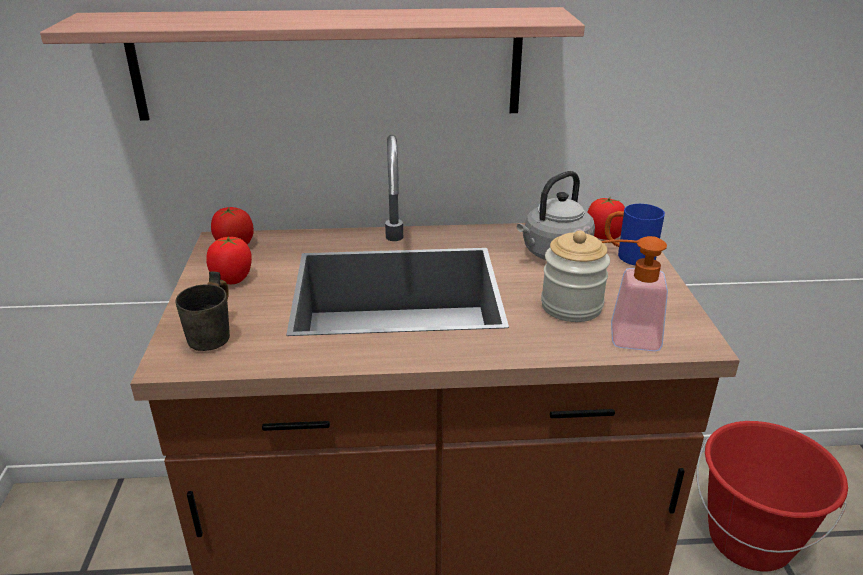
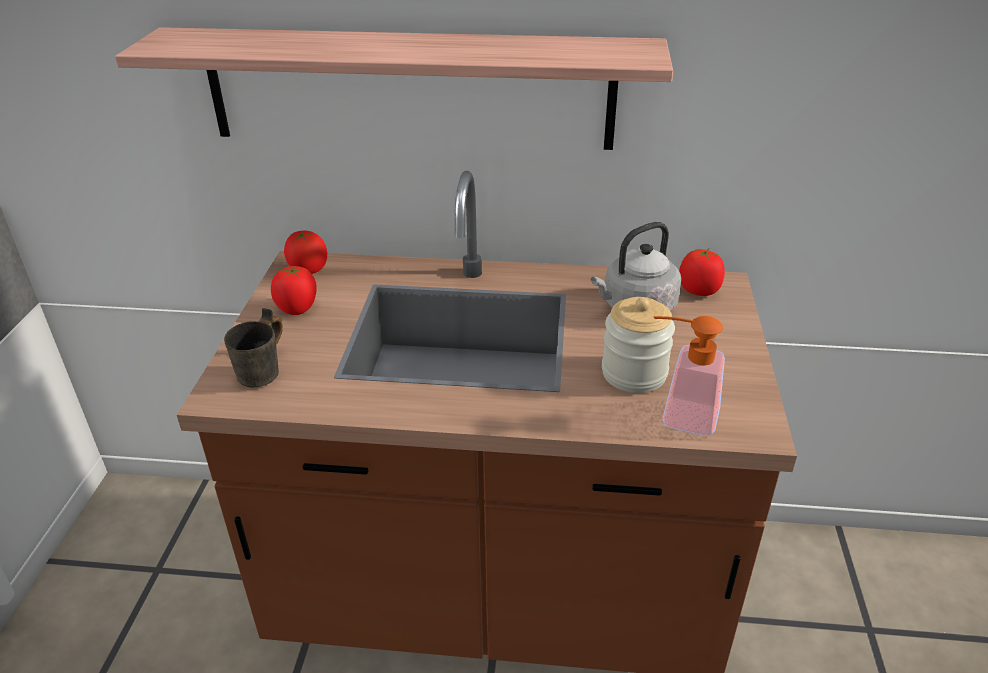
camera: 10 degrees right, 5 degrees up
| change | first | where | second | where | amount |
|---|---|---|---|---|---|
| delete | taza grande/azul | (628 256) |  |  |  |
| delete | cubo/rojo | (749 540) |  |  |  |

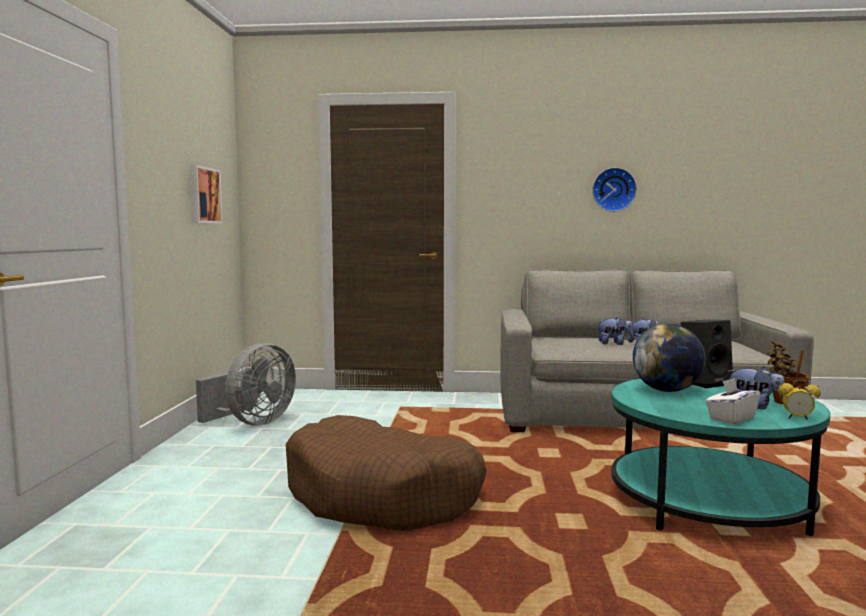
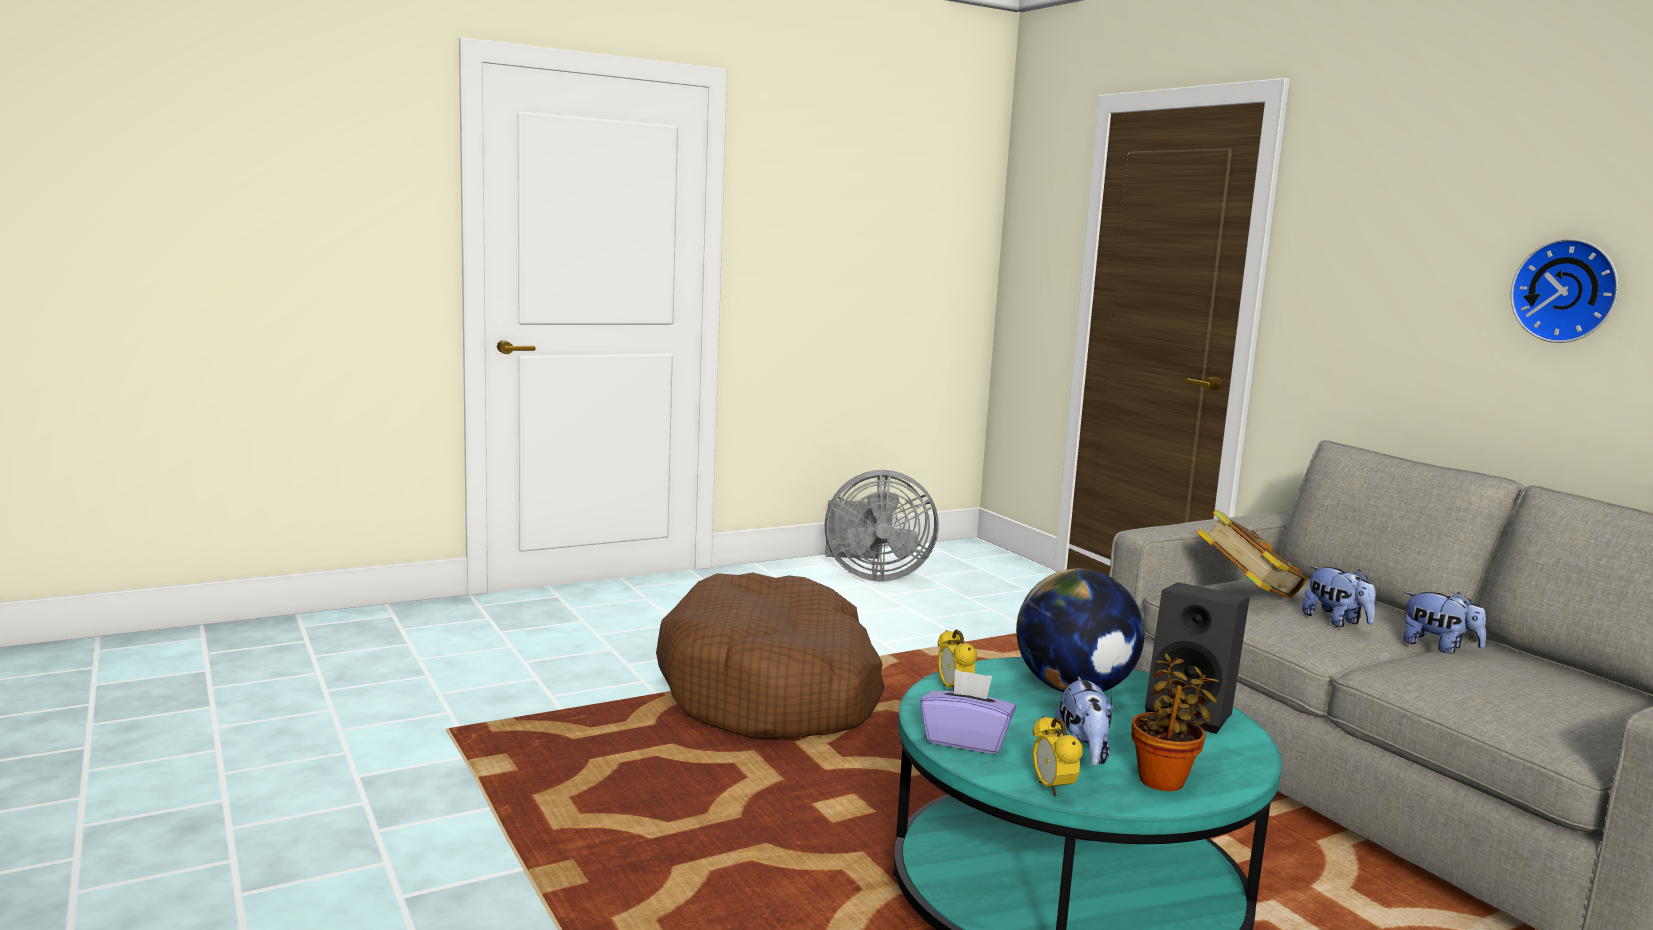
camera: 55 degrees right, 5 degrees up
| change | first | where | second | where | amount |
|---|---|---|---|---|---|
| delete | cuadro | (203 195) |  |  |  |
| insert |  |  | despertador | (953 690) |  |
| insert |  |  | libro | (1246 593) |  |
| recolor | caja de pañuelos/blanco | (731 418) | caja de pañuelos/morado | (966 740) |  |

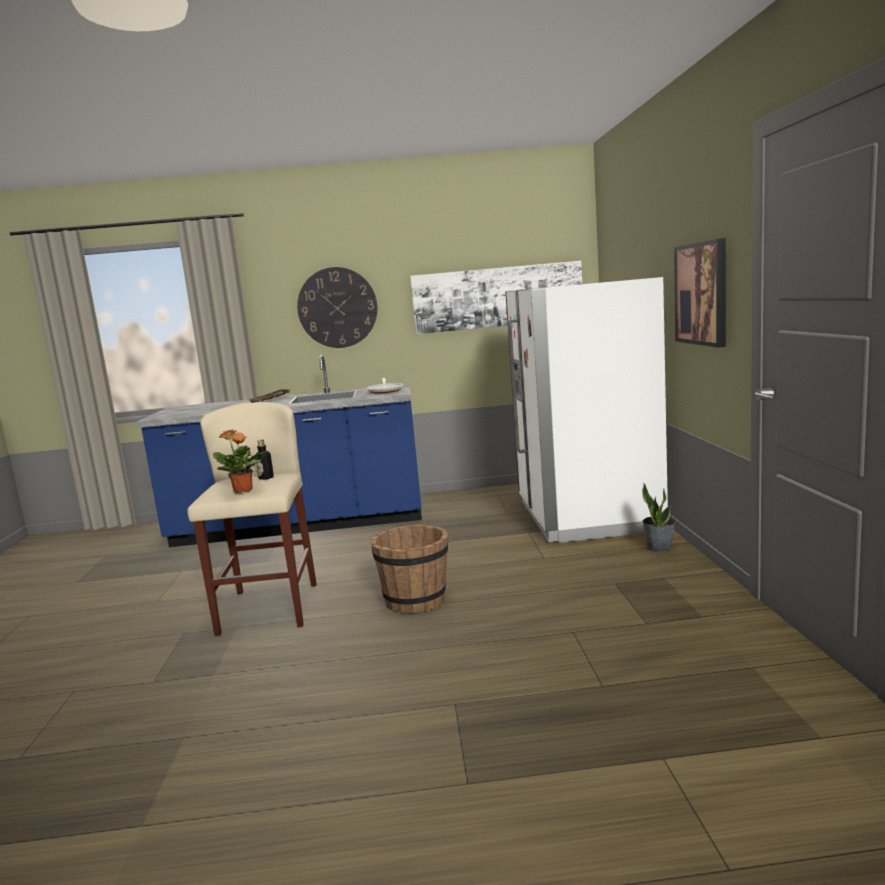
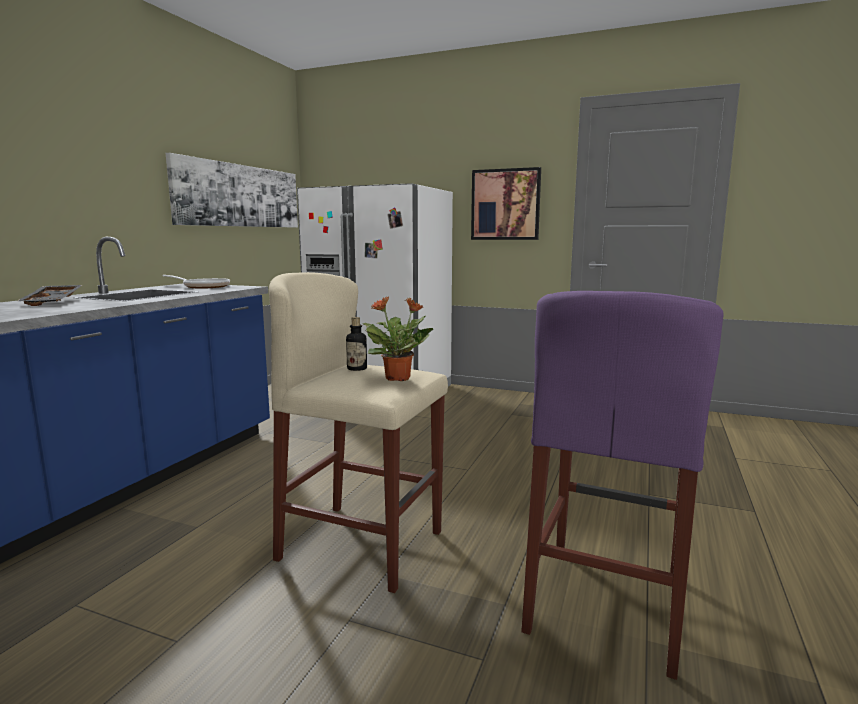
camera: 65 degrees left, 0 degrees up
| change | first | where | second | where | amount |
|---|---|---|---|---|---|
| delete | reloj de pared | (337 307) |  |  |  |
| delete | cubo/marrón | (415 600) |  |  |  |
| delete | planta en maceta | (659 548) |  |  |  |
| insert |  |  | taburete/morado | (606 602) |  |

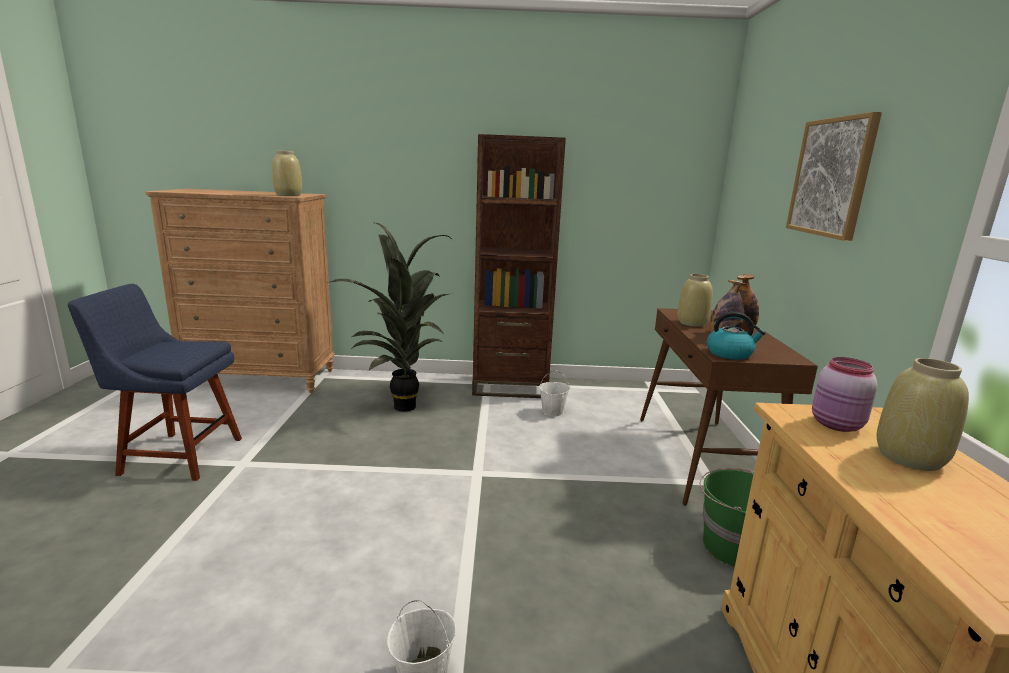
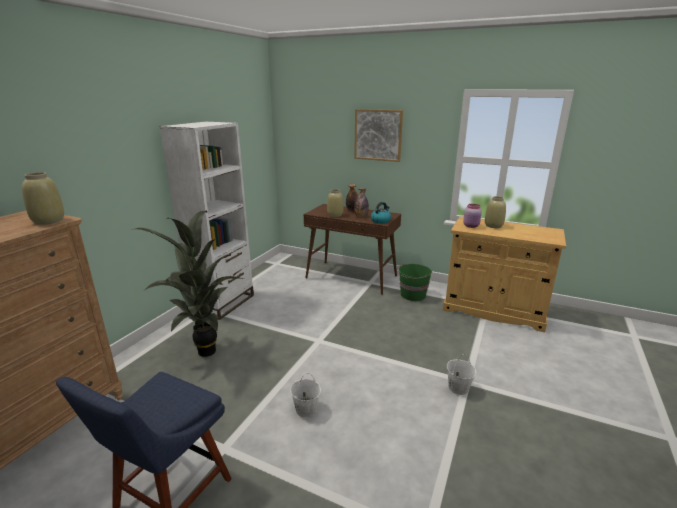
camera: 65 degrees left, 5 degrees up
| change | first | where | second | where | amount |
|---|---|---|---|---|---|
| move | cubo/blanco | (553 411) |  | (305 409) |  |
| recolor | estantería/marrón | (510 387) | estantería/blanco | (223 303) |  |

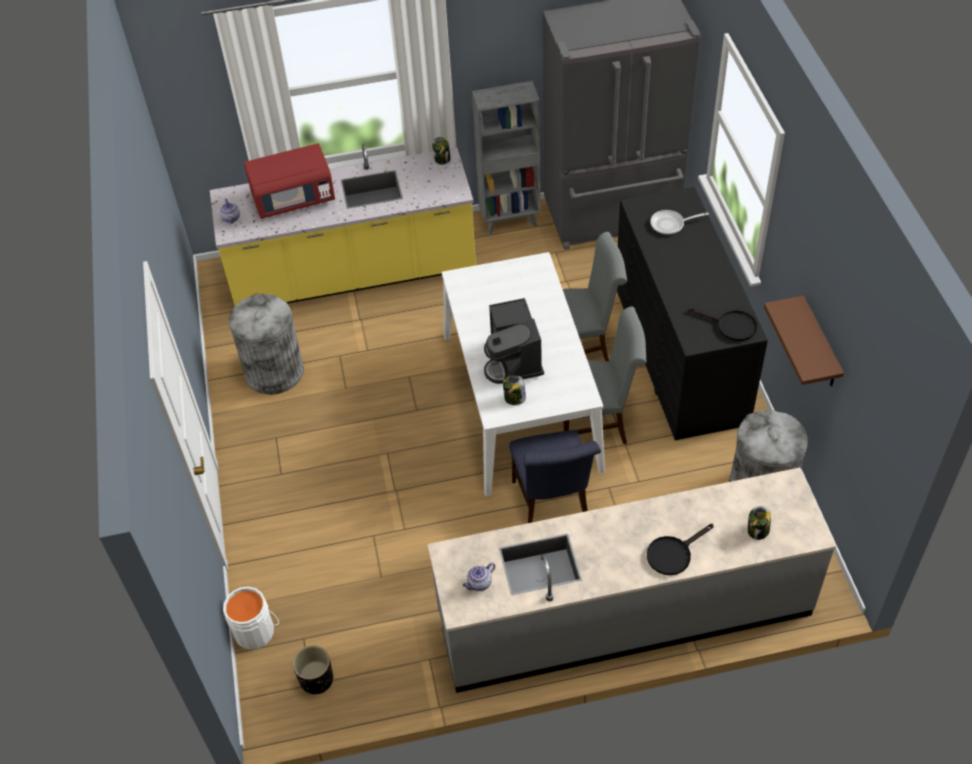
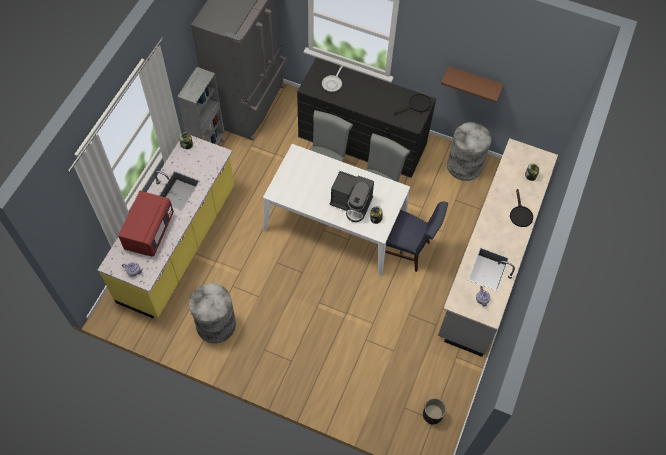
camera: 60 degrees left, 10 degrees up
| change | first | where | second | where | amount |
|---|---|---|---|---|---|
| delete | cubo/blanco | (256 630) |  |  |  |

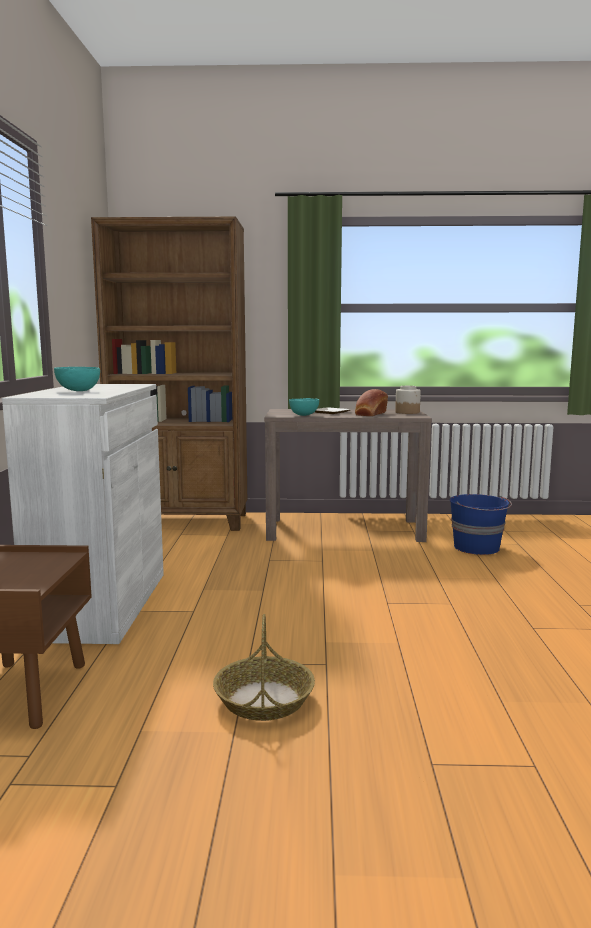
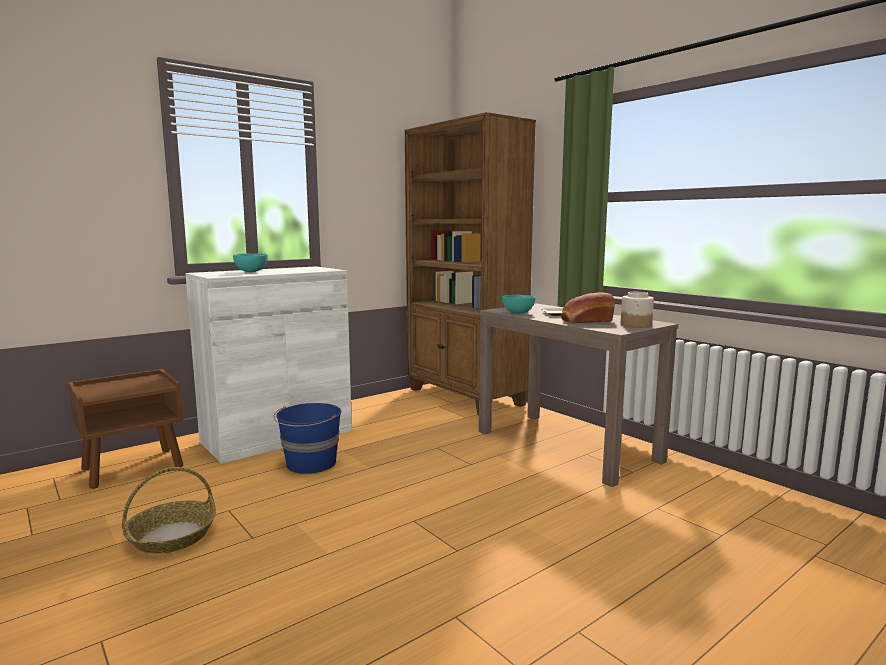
camera: 50 degrees right, 0 degrees up
| change | first | where | second | where | amount |
|---|---|---|---|---|---|
| move | cubo/azul | (477 548) |  | (311 464) |  |

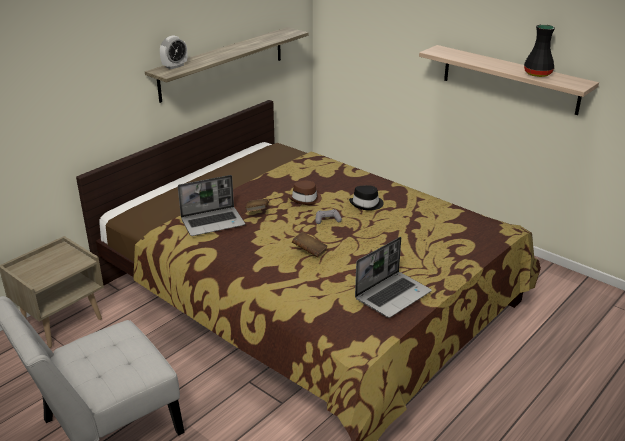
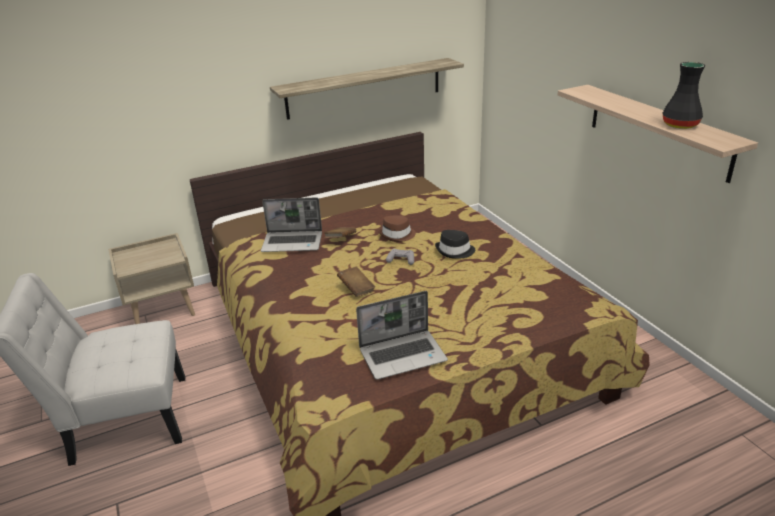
camera: 25 degrees right, 0 degrees up
| change | first | where | second | where | amount |
|---|---|---|---|---|---|
| delete | despertador | (175 66) |  |  |  |

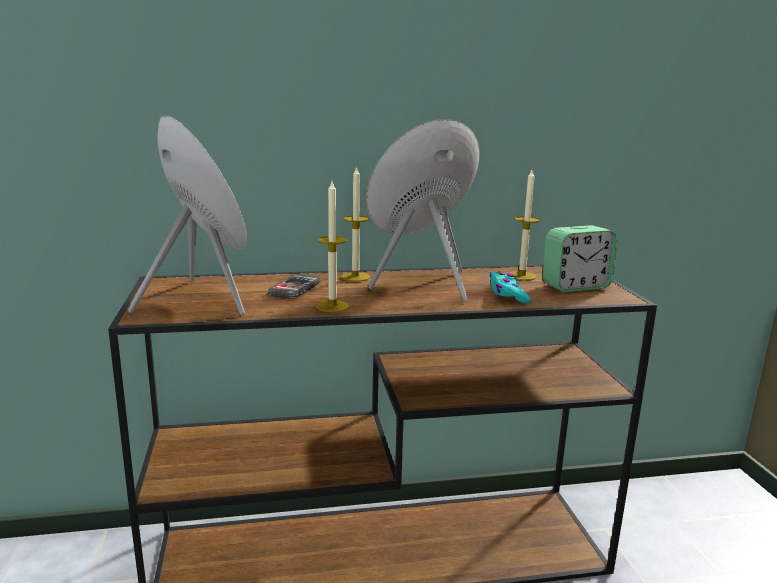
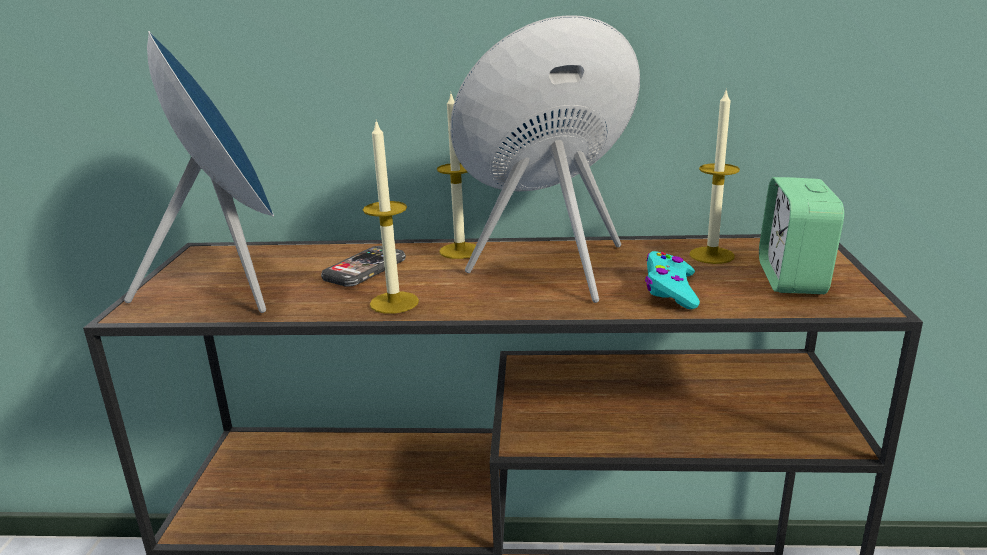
camera: 15 degrees right, 5 degrees up
| change | first | where | second | where | amount |
|---|---|---|---|---|---|
| rotate | despertador | (575 286) |  | (792 278) | 105 degrees clockwise |

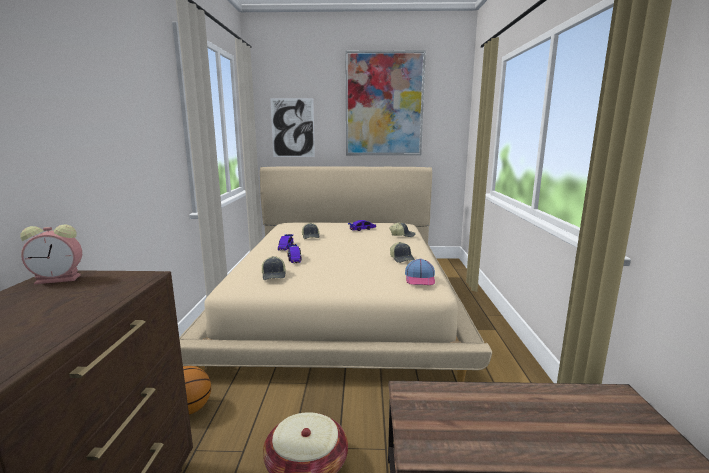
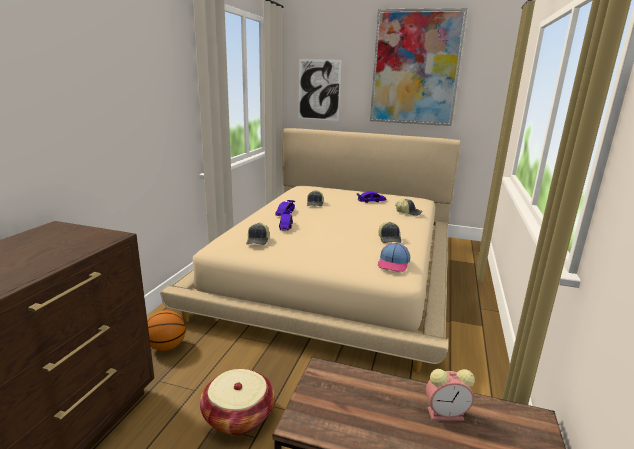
camera: 15 degrees right, 5 degrees up
| change | first | where | second | where | amount |
|---|---|---|---|---|---|
| move | despertador | (60 279) |  | (447 413) |  |

